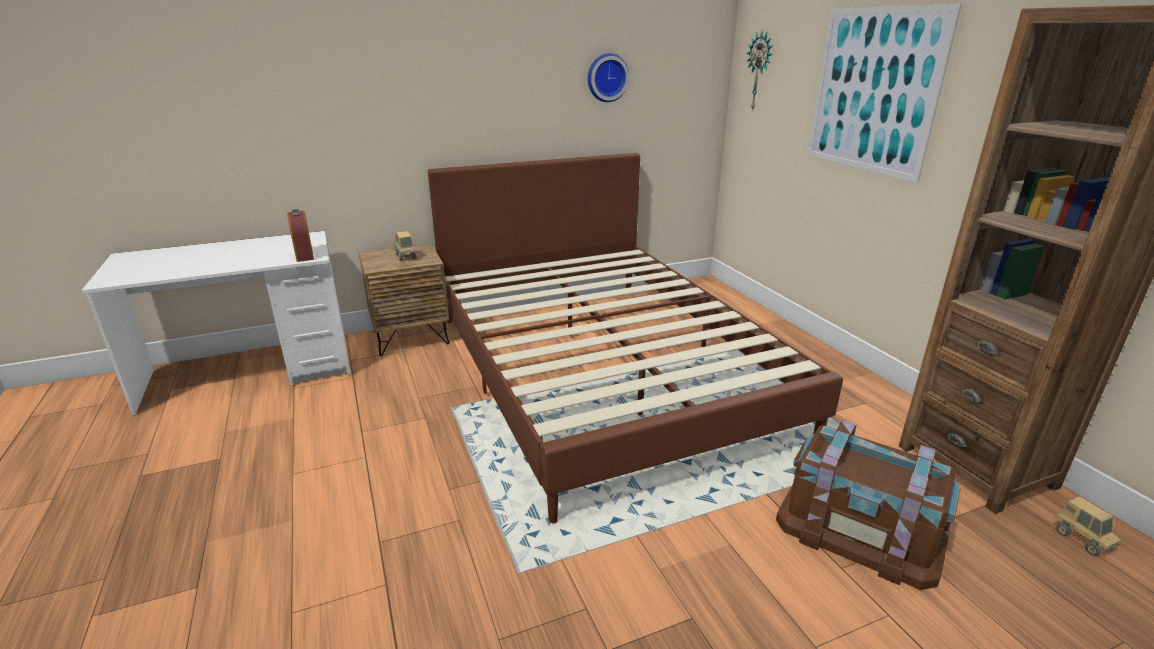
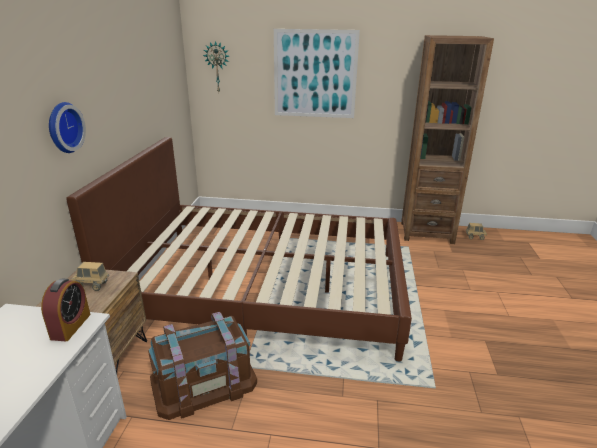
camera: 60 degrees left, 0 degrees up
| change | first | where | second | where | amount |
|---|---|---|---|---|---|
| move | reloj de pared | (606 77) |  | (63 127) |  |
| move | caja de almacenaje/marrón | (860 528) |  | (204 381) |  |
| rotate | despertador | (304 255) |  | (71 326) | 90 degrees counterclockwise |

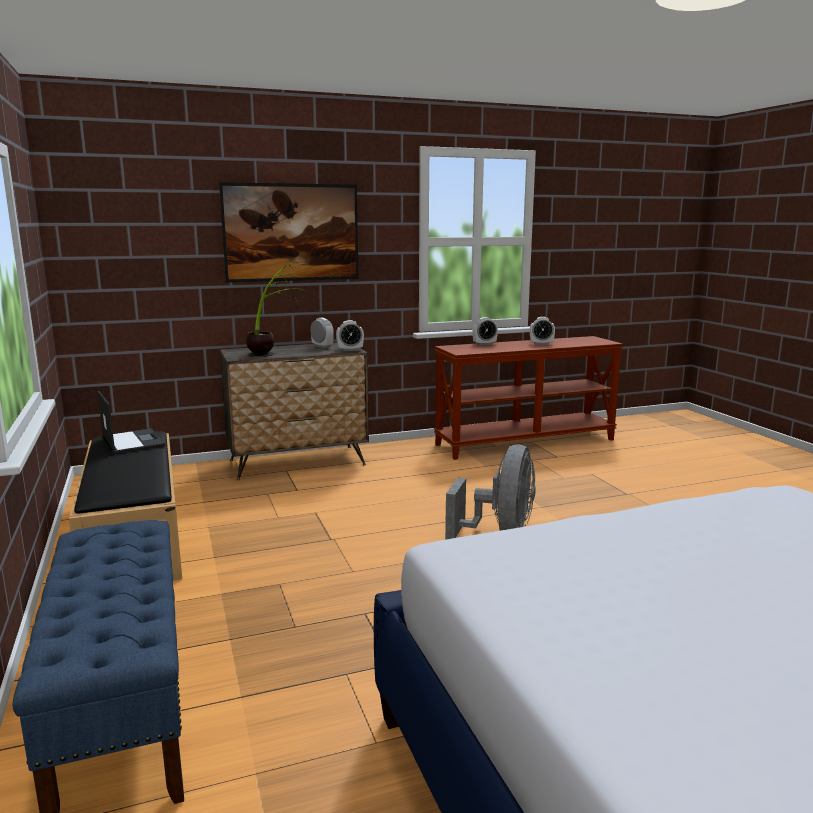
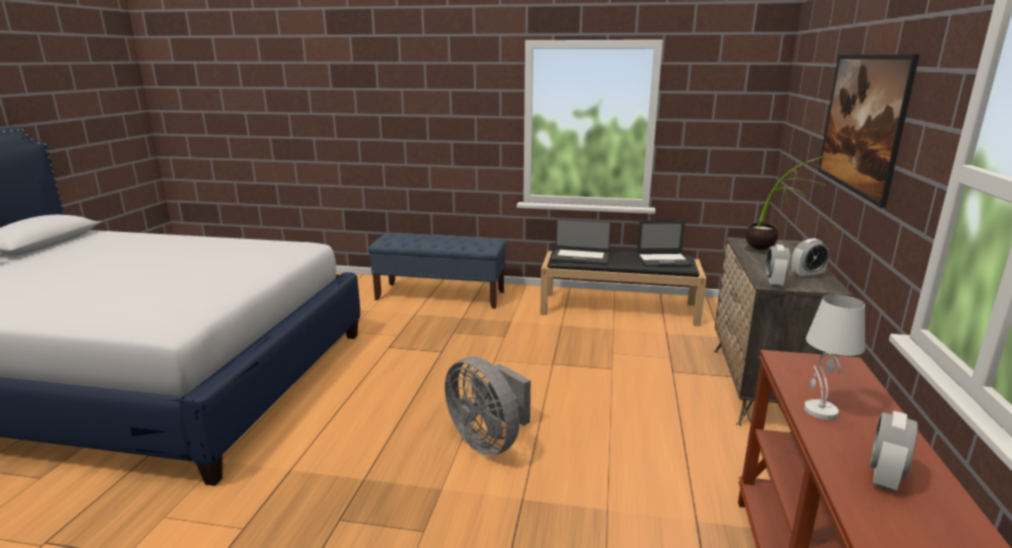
camera: 120 degrees right, 5 degrees up
| change | first | where | second | where | amount |
|---|---|---|---|---|---|
| delete | despertador | (484 344) |  |  |  |
| insert |  |  | portátil | (580 257) |  |
| insert |  |  | lámpara de mesa/blanco | (819 410) |  |

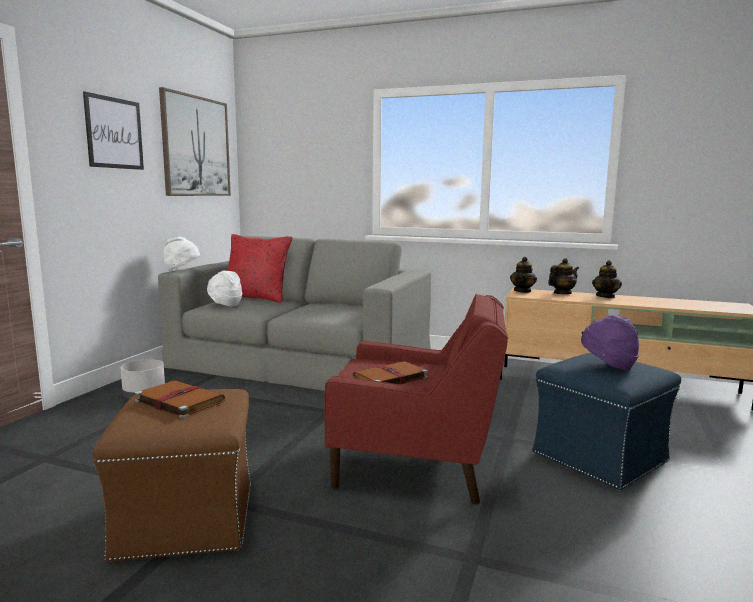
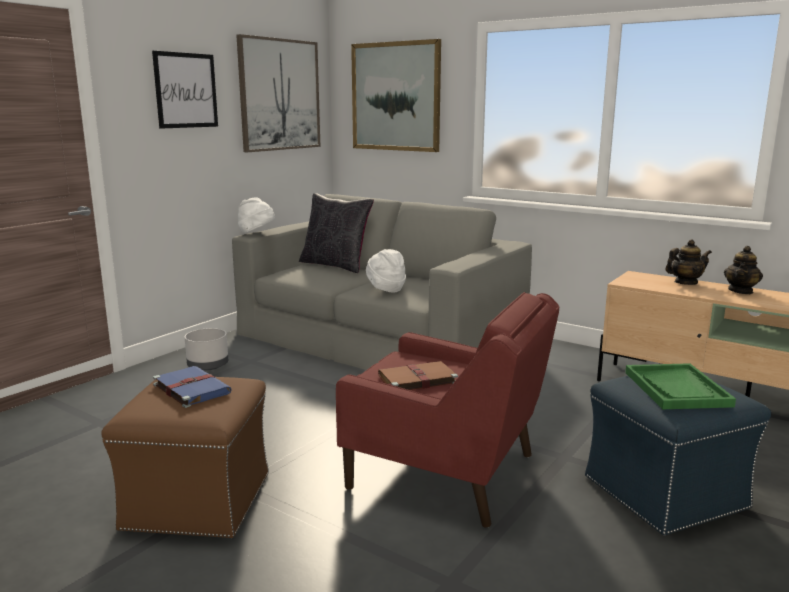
camera: 15 degrees right, 5 degrees up
| change | first | where | second | where | amount |
|---|---|---|---|---|---|
| delete | tetera | (523 291) |  |  |  |
| insert |  |  | cuadro | (395 97) |  |
| move | sombrero/blanco | (225 304) |  | (385 289) |  |
| replace | sombrero/morado | (608 366) | bandeja/verde | (677 389) |  |
| recolor | libro/marrón | (178 401) | libro/azul | (190 388) |  |
| recolor | cojín/rojo | (256 298) | cojín/negro | (335 265) |  |

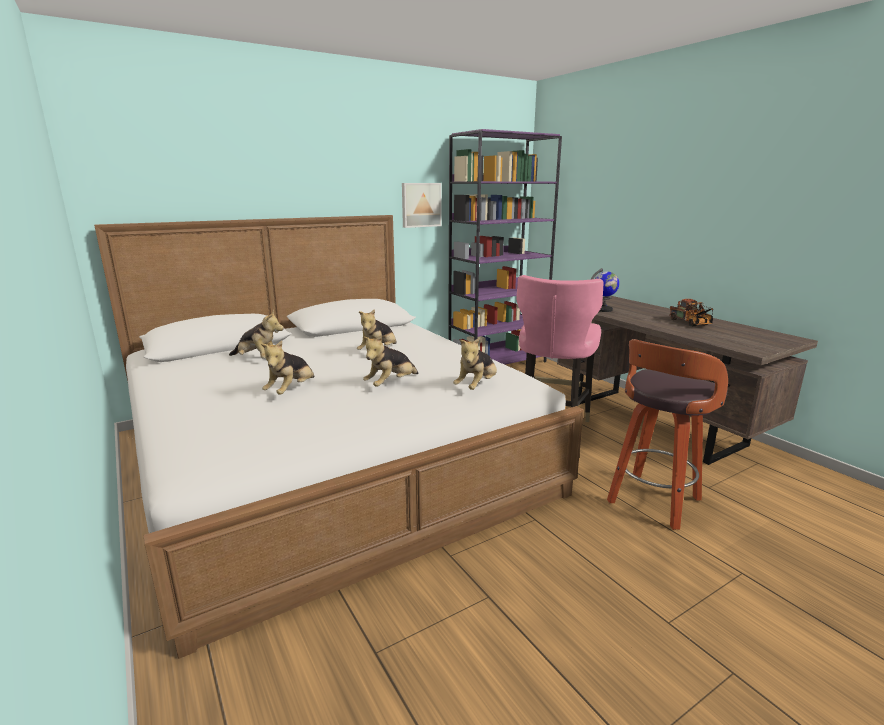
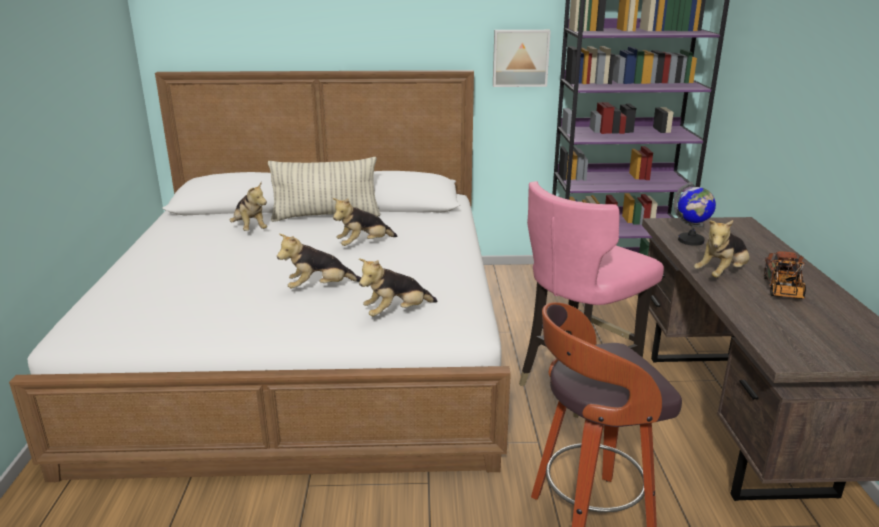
camera: 30 degrees right, 5 degrees up
| change | first | where | second | where | amount |
|---|---|---|---|---|---|
| insert |  |  | cojín | (326 216) |  |
| move | peluche | (291 391) |  | (721 274) |  |

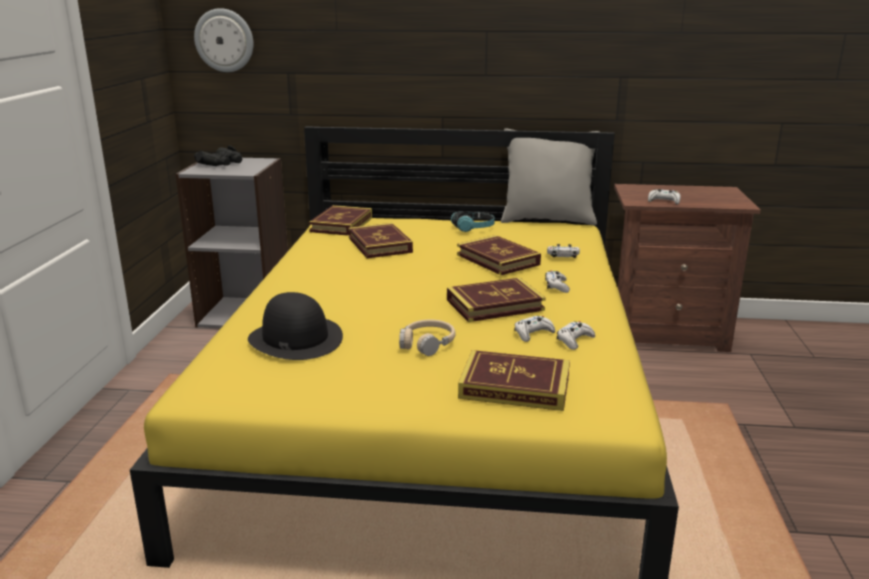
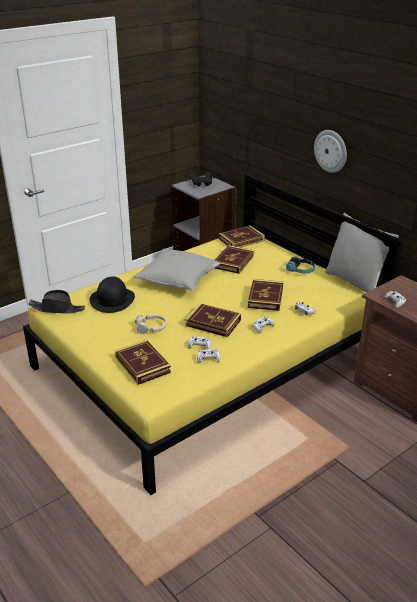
camera: 45 degrees right, 10 degrees up
| change | first | where | second | where | amount |
|---|---|---|---|---|---|
| insert |  |  | sombrero/negro | (57 309) |  |
| insert |  |  | cojín/gris | (177 279) |  |
| move | reloj de pared | (224 40) |  | (331 151) |  |

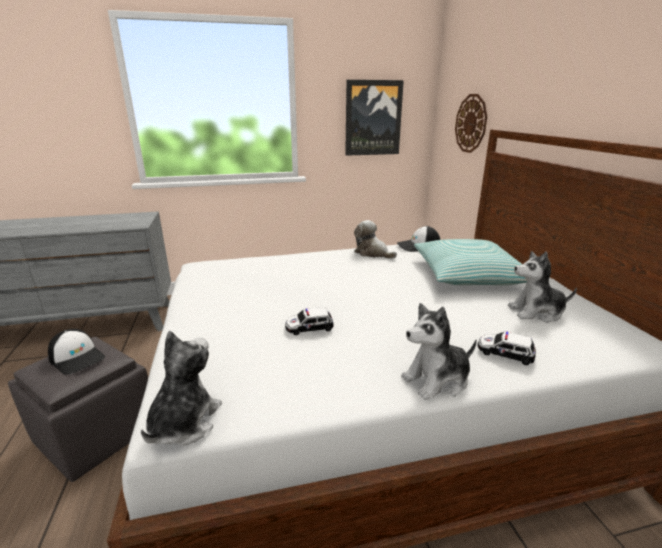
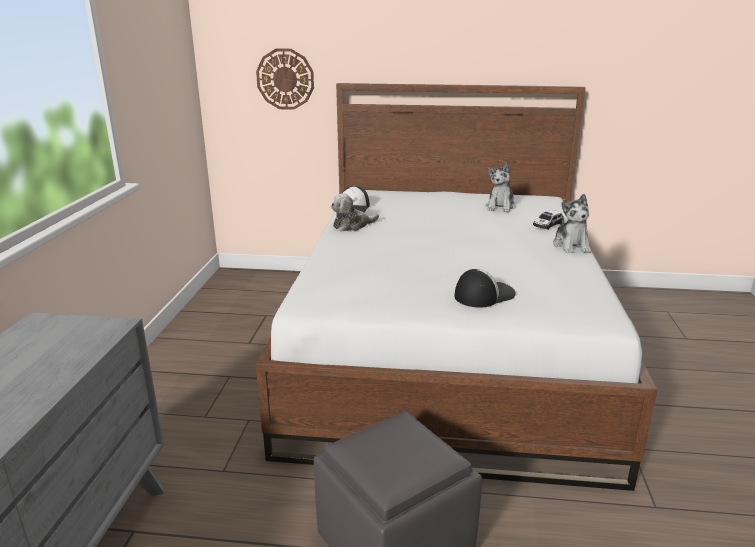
camera: 70 degrees left, 0 degrees up
| change | first | where | second | where | amount |
|---|---|---|---|---|---|
| delete | peluche | (184 423) |  |  |  |
| delete | coche de juguete | (309 327) |  |  |  |
| delete | cuadro | (373 118) |  |  |  |
| delete | cojín | (468 274) |  |  |  |
| move | gorra | (77 358) |  | (483 295) |  |

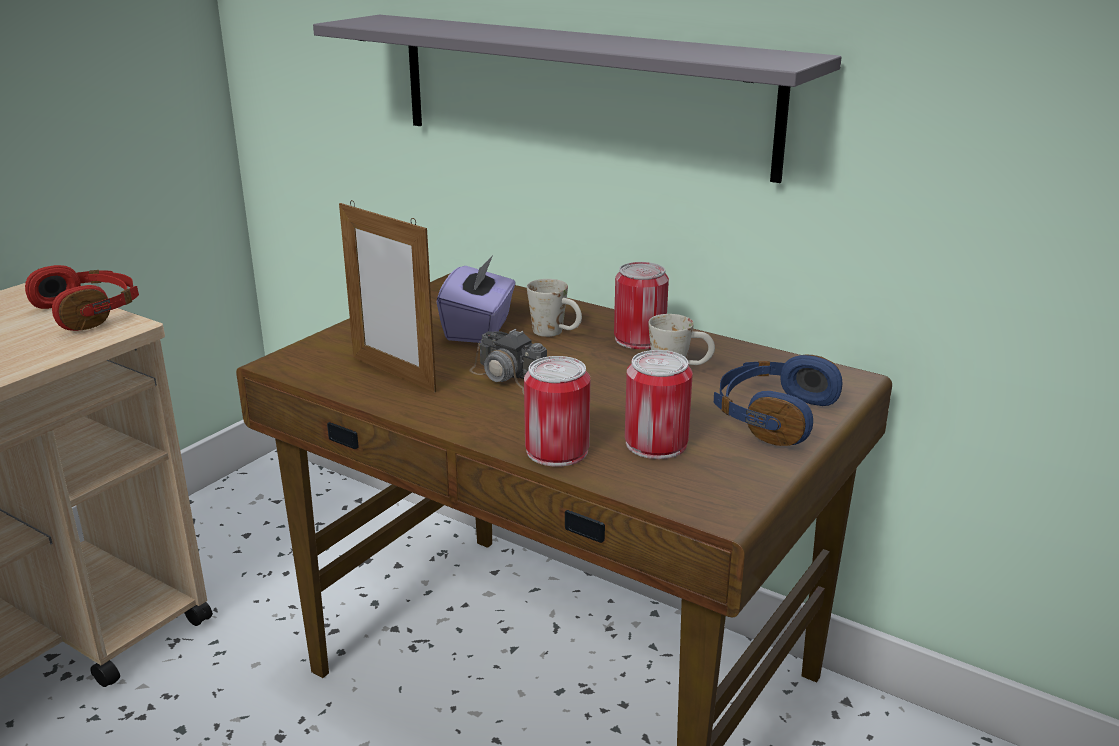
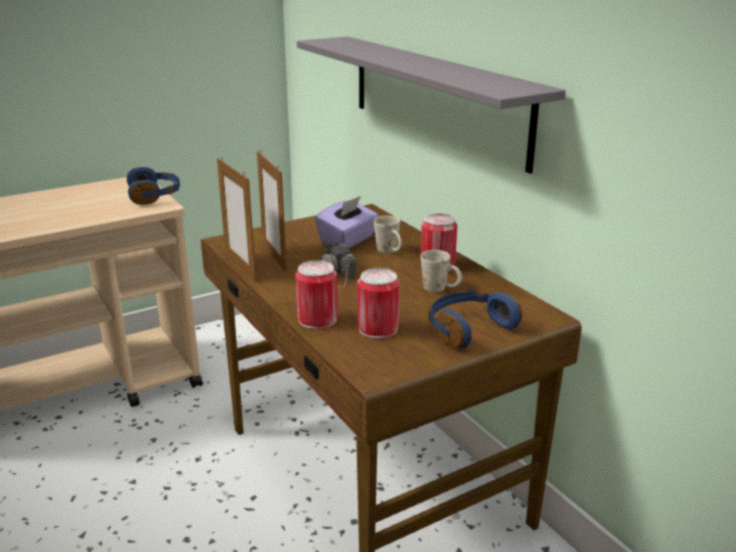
camera: 25 degrees right, 0 degrees up
| change | first | where | second | where | amount |
|---|---|---|---|---|---|
| insert |  |  | portarretratos | (240 267) |  |
| recolor | auriculares/rojo | (89 312) | auriculares/azul | (155 196) |  |

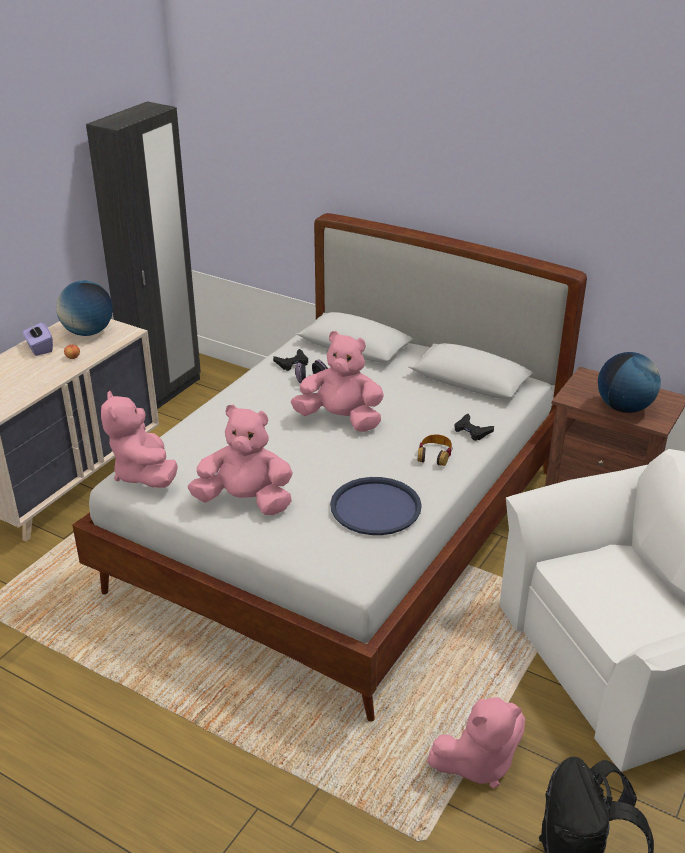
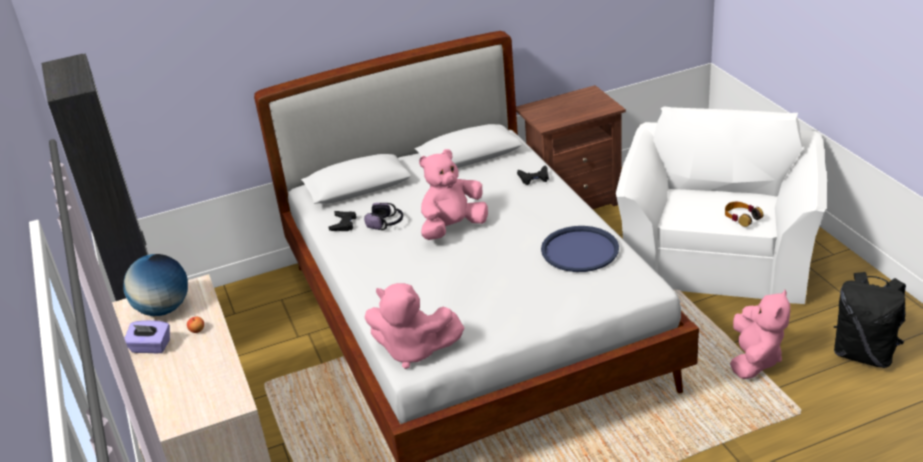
camera: 50 degrees left, 0 degrees up
| change | first | where | second | where | amount |
|---|---|---|---|---|---|
| delete | peluche/rosa | (245 501) |  |  |  |
| delete | globo terráqueo | (624 408) |  |  |  |
| move | auriculares | (434 455) |  | (741 217) |  |

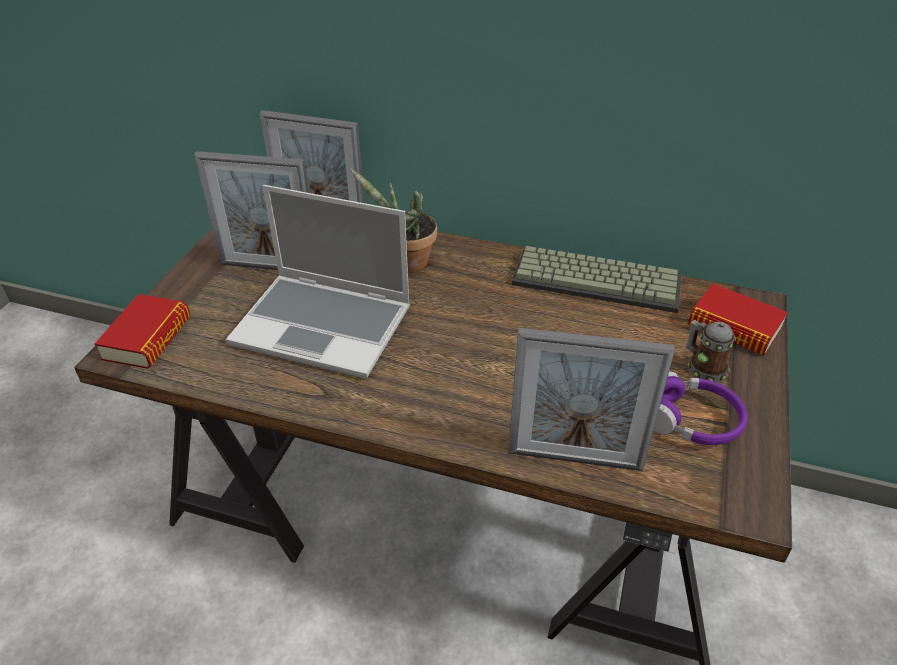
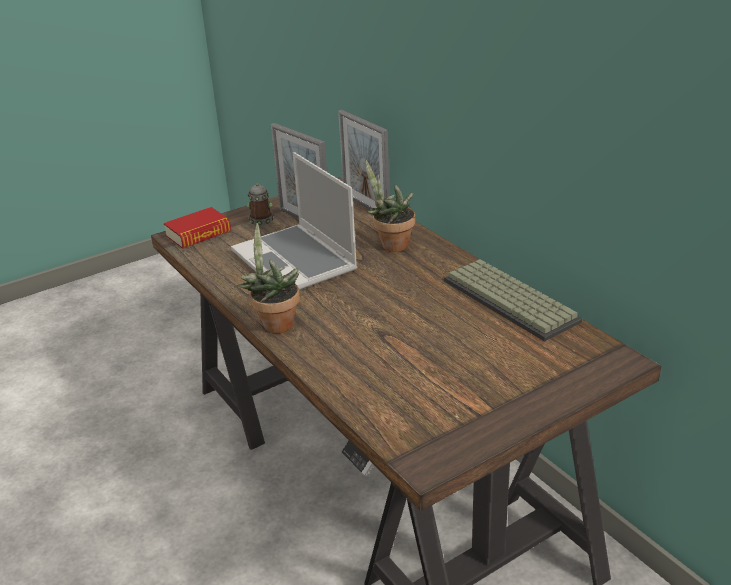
camera: 40 degrees right, 10 degrees down
| change | first | where | second | where | amount |
|---|---|---|---|---|---|
| delete | portarretratos | (574 459) |  |  |  |
| delete | auriculares/morado | (692 420) |  |  |  |
| delete | libro | (734 327) |  |  |  |
| insert |  |  | planta en maceta | (275 323) |  |
| move | taza grande | (703 368) |  | (262 219) |  |

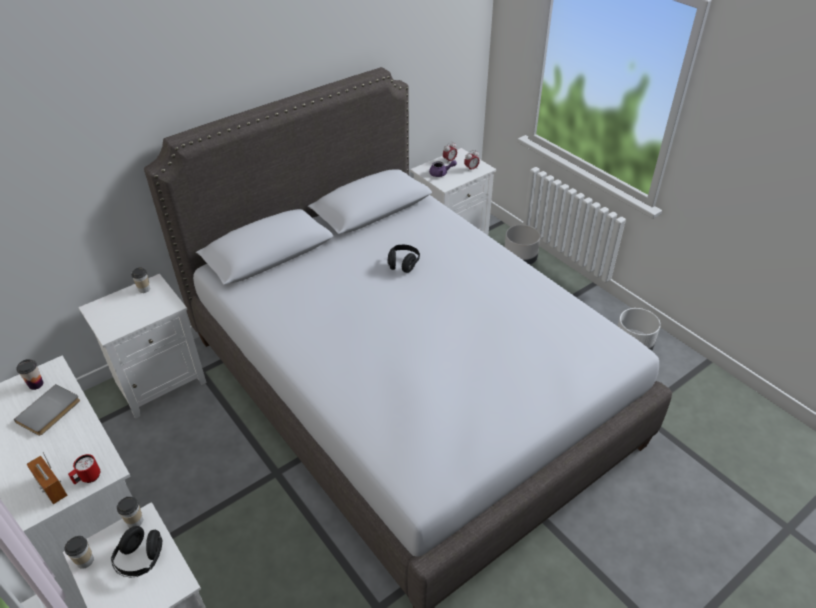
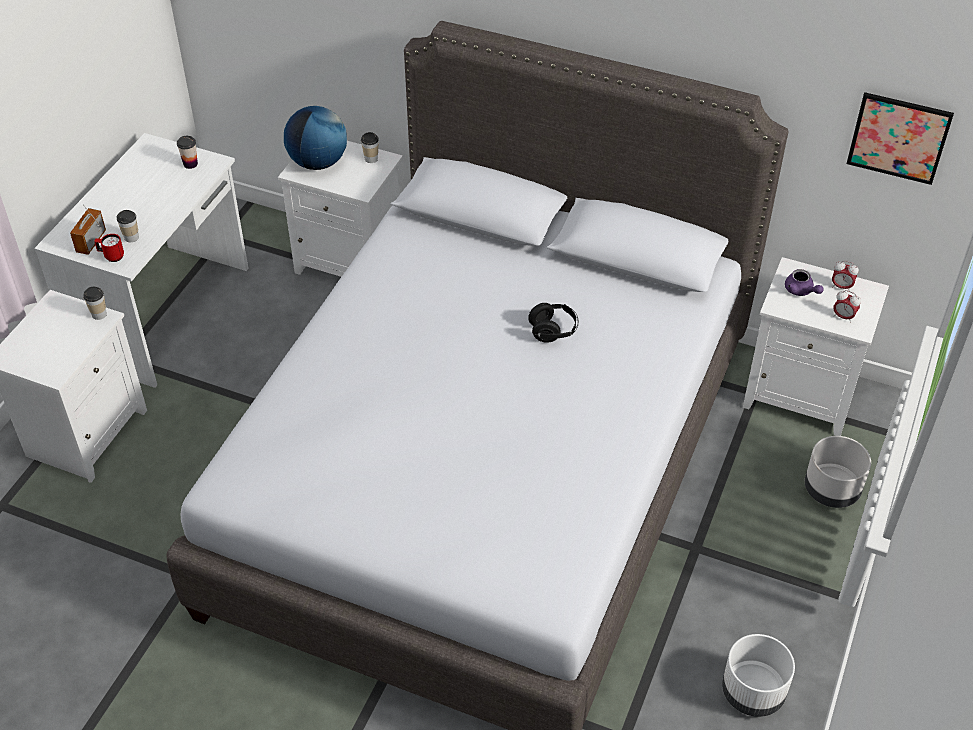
camera: 60 degrees right, 5 degrees up
| change | first | where | second | where | amount |
|---|---|---|---|---|---|
| delete | libro/gris | (50 412) |  |  |  |
| delete | auriculares/negro | (141 559) |  |  |  |
| insert |  |  | globo terráqueo | (318 162) |  |
| insert |  |  | cuadro | (899 138) |  |
| move | taza | (85 561) |  | (131 237) |  |

